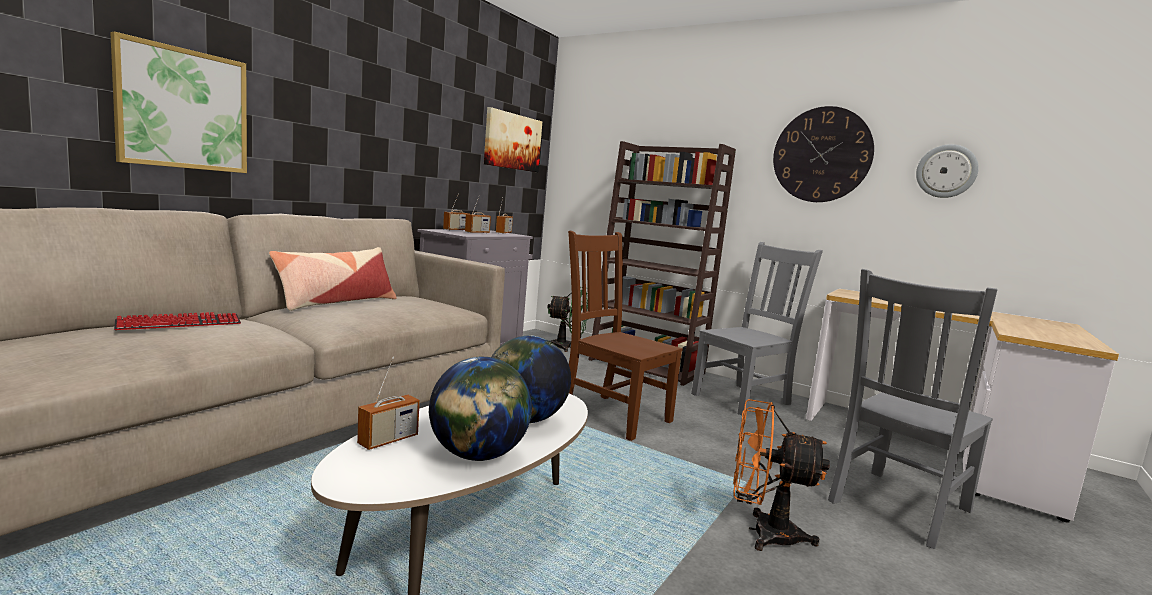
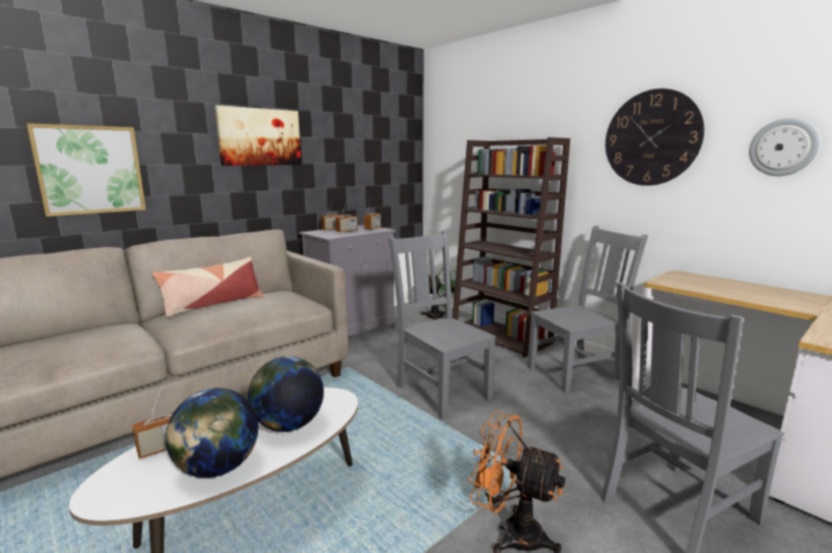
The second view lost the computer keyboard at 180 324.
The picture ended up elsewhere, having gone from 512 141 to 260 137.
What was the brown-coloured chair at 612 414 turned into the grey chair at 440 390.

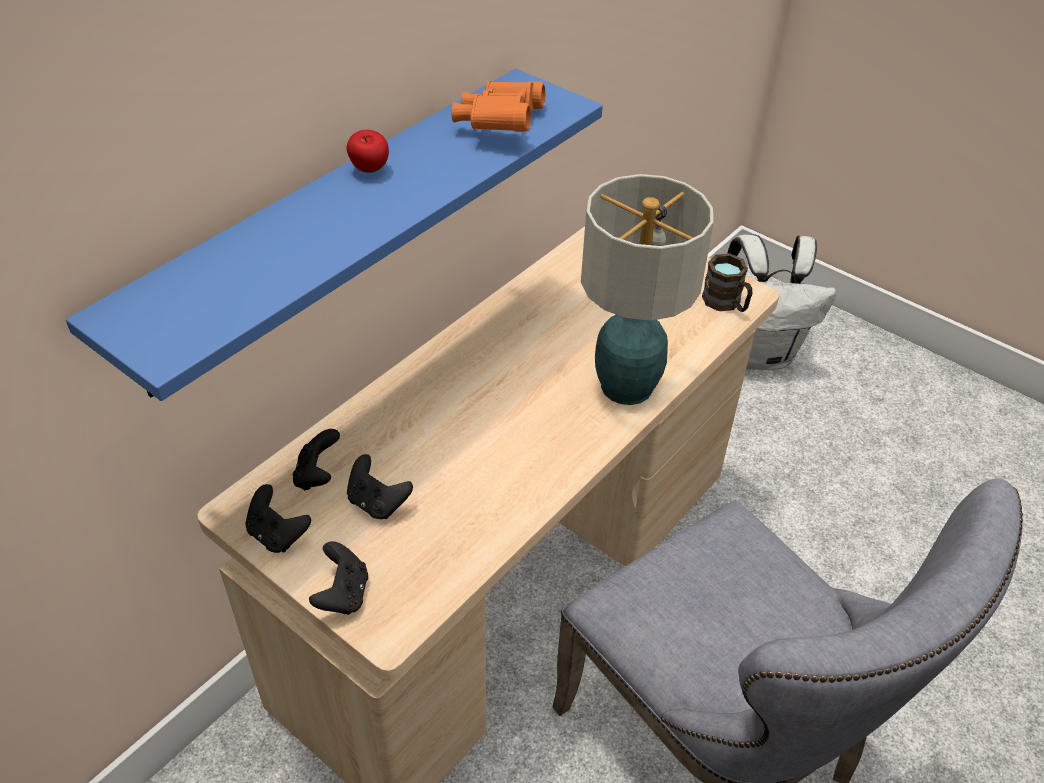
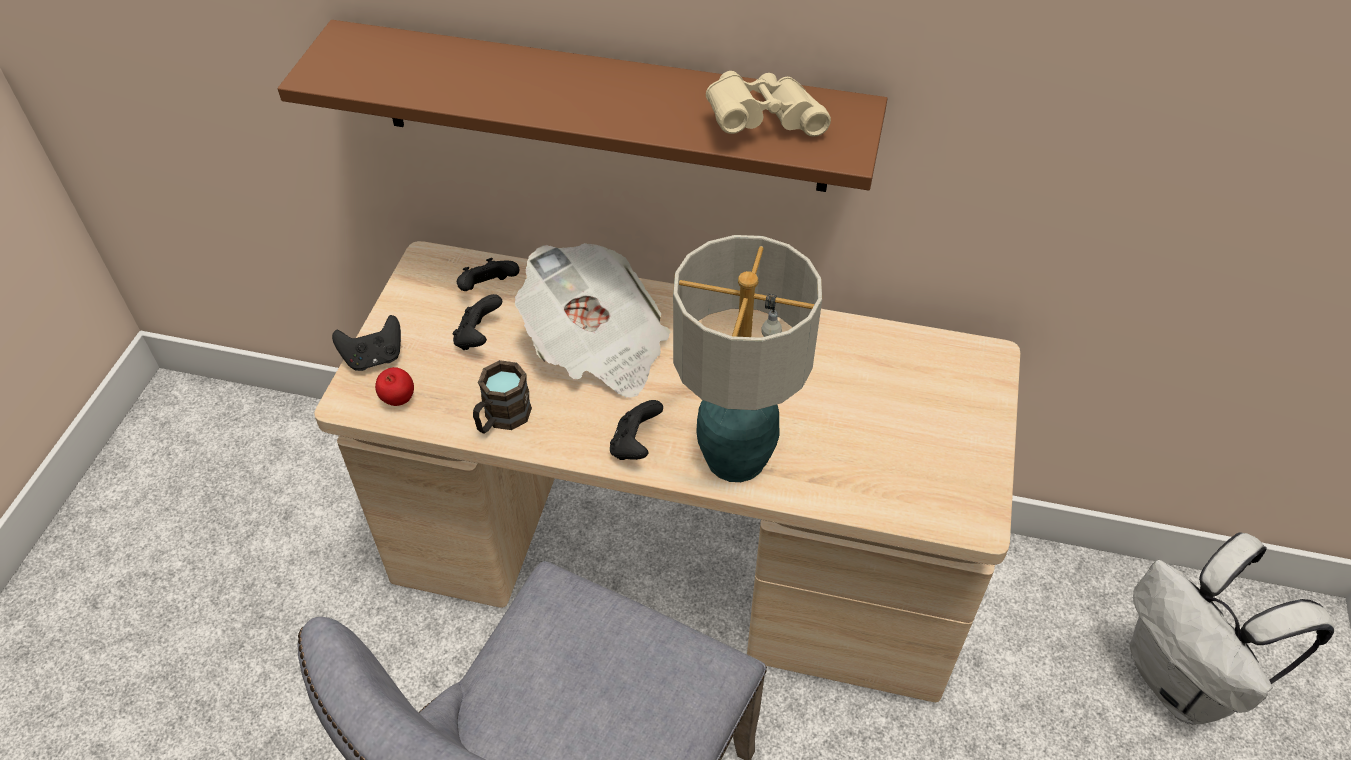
The second view gained the printed paper at 597 347.
The blackish game controller ended up elsewhere, having gone from 277 535 to 635 445.
The apple ended up elsewhere, having gone from 369 171 to 398 400.
The brown-coloured mug ended up elsewhere, having gone from 726 304 to 501 419.
What was the blue-coloured wall shelf at 333 225 turned into the brown-coloured wall shelf at 601 107.
What was the orangey field glasses at 499 125 turned into the sand-coloured field glasses at 762 122.

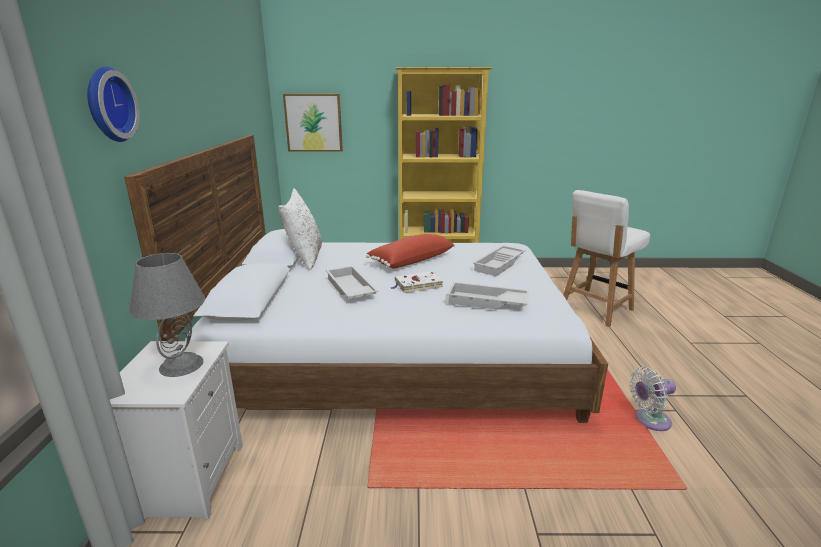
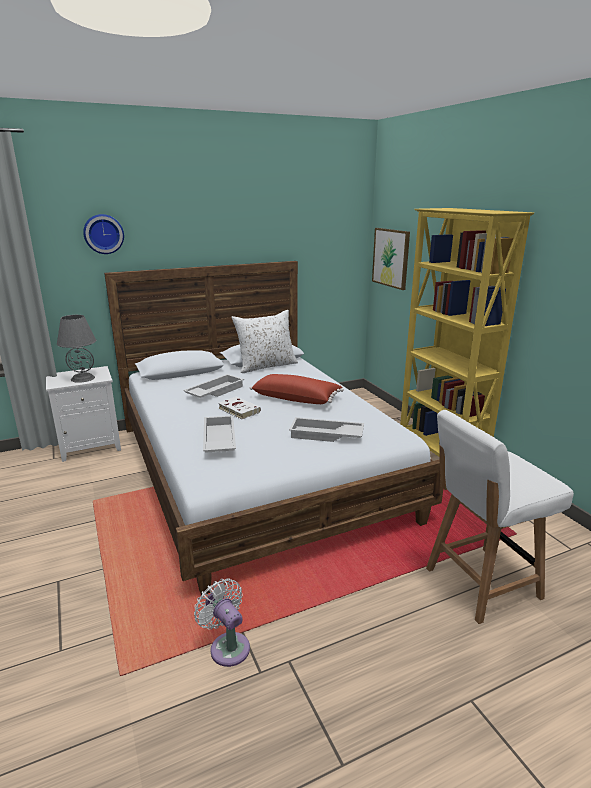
The white-coloured chair at 595 309 ended up facing another way, 45 degrees counterclockwise from before.

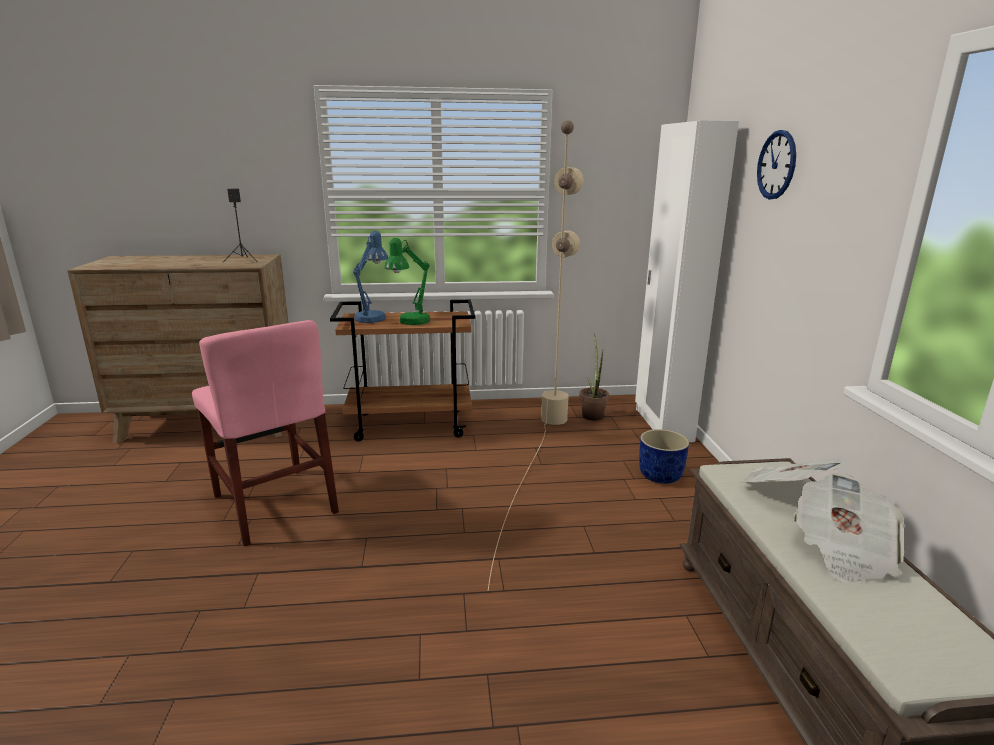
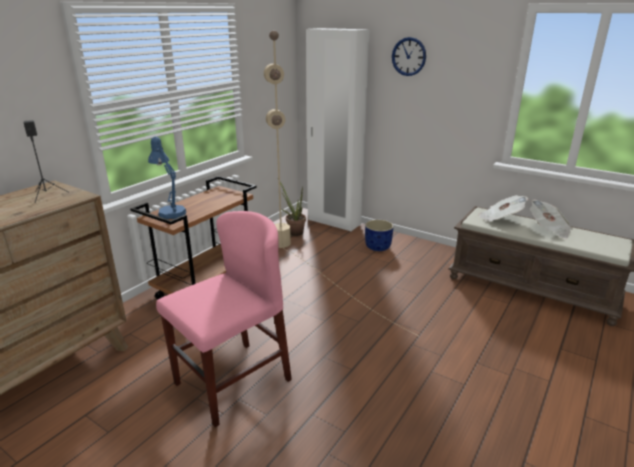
The second view lost the green-coloured tabletop lamp at 410 322.
The pinkish chair at 274 504 ended up facing another way, 45 degrees counterclockwise from before.

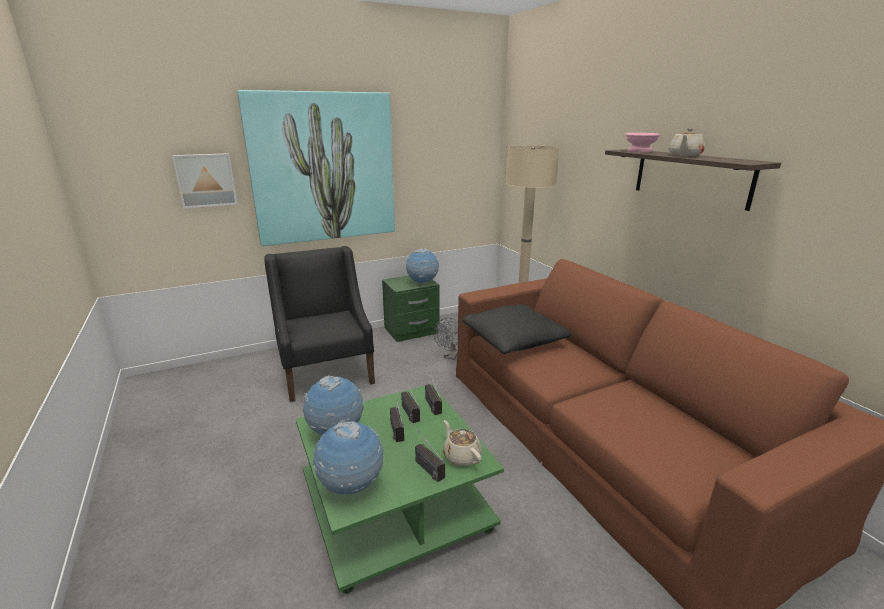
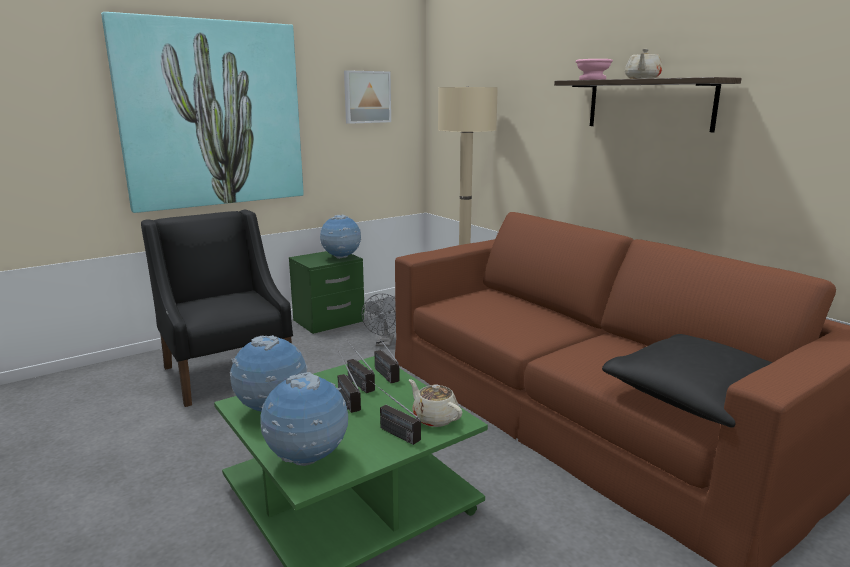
The picture ended up elsewhere, having gone from 206 180 to 366 97.
The blackish throw pillow ended up elsewhere, having gone from 514 341 to 697 398.

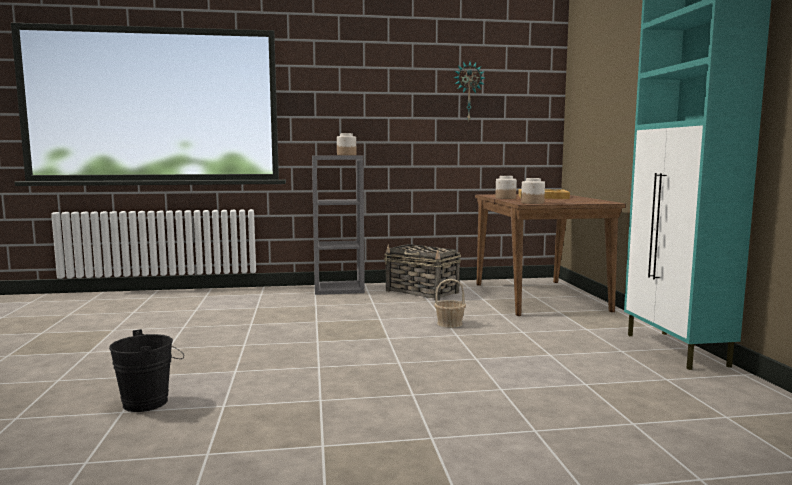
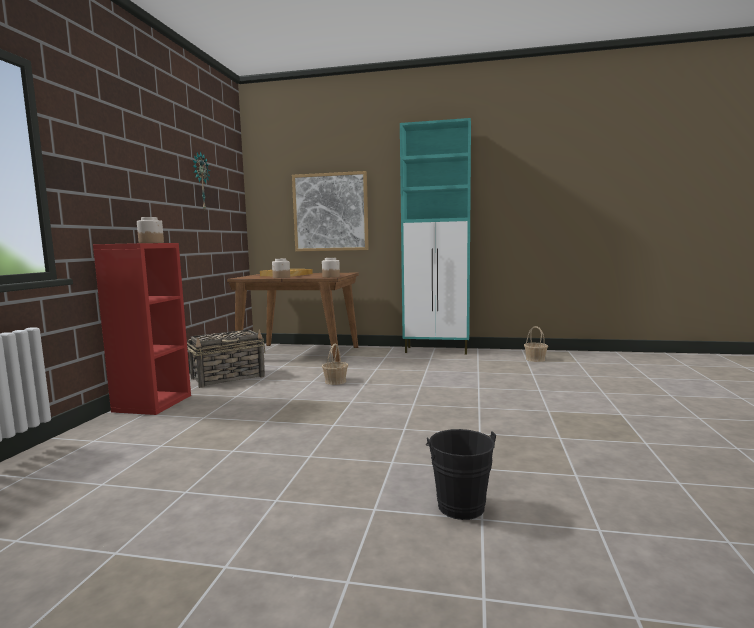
The second view gained the picture at 330 212.
The second view gained the basket at 535 359.
What was the grey bookshelf at 339 289 turned into the red bookshelf at 152 403.

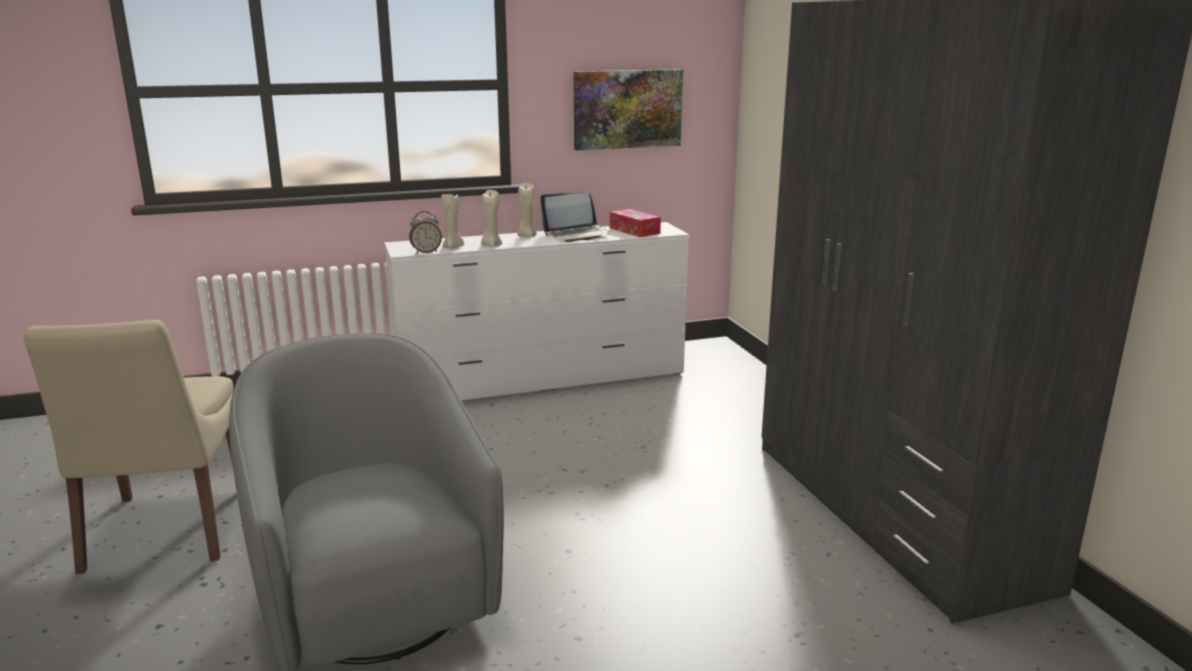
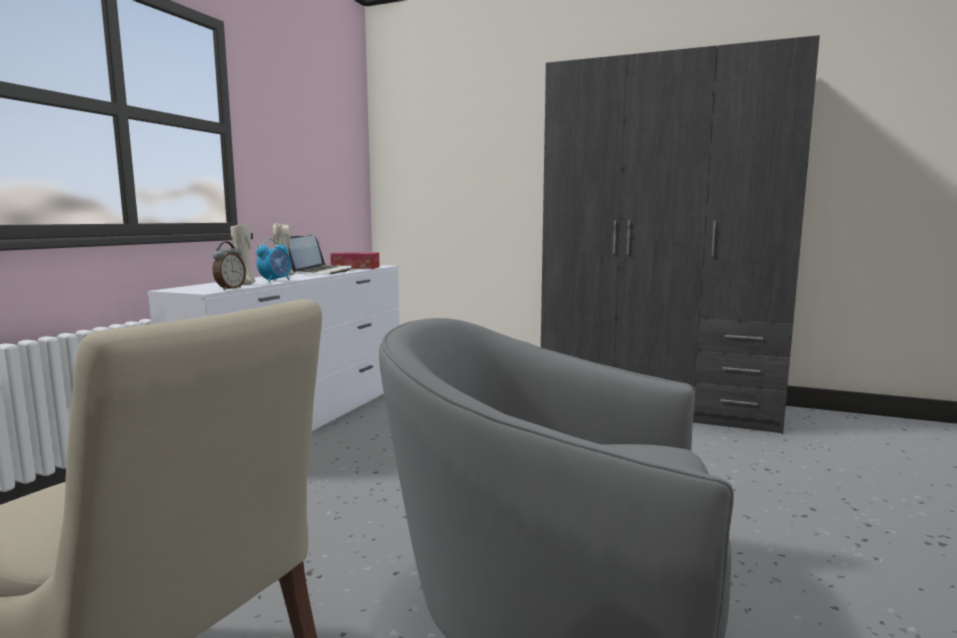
The second view lost the picture at 627 109.
Where the sand-coloured wax light stood at 491 245, the table clock came to stand at 276 281.

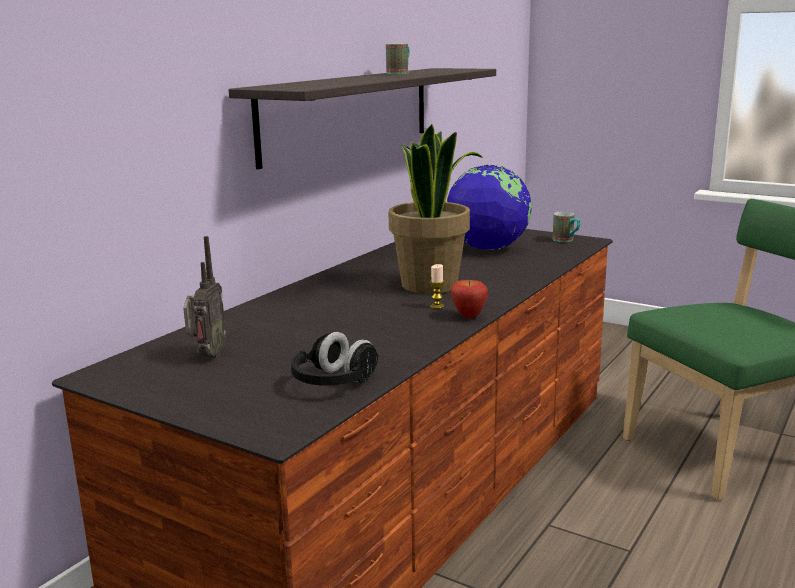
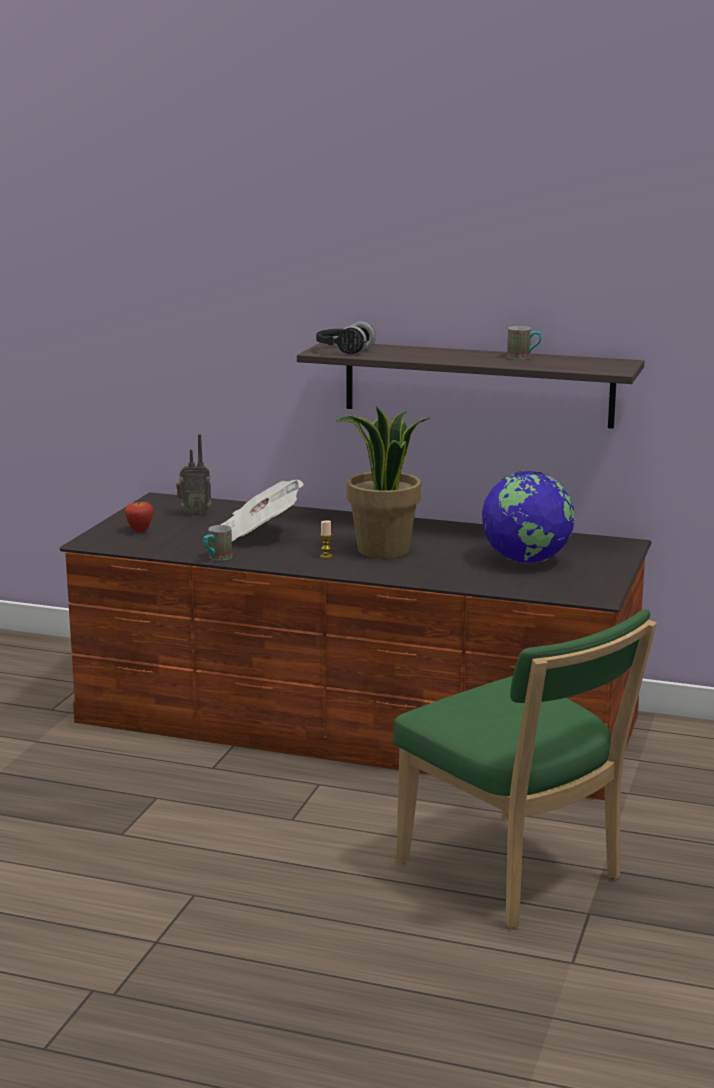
The second view gained the printed paper at 255 535.
The blackish pair of headphones ended up elsewhere, having gone from 334 383 to 345 351.
The apple ended up elsewhere, having gone from 469 317 to 140 531.
The mug ended up elsewhere, having gone from 566 240 to 216 558.

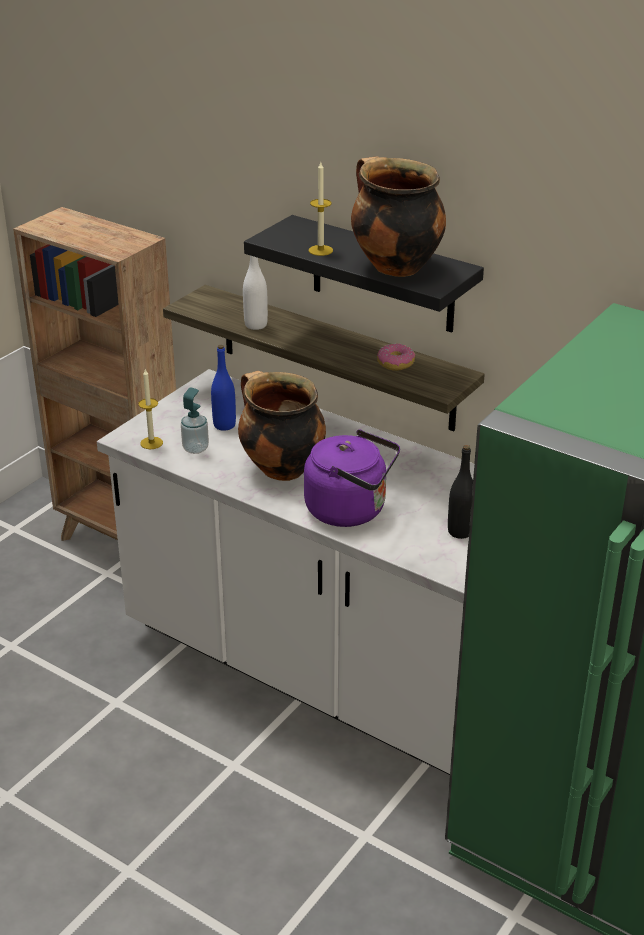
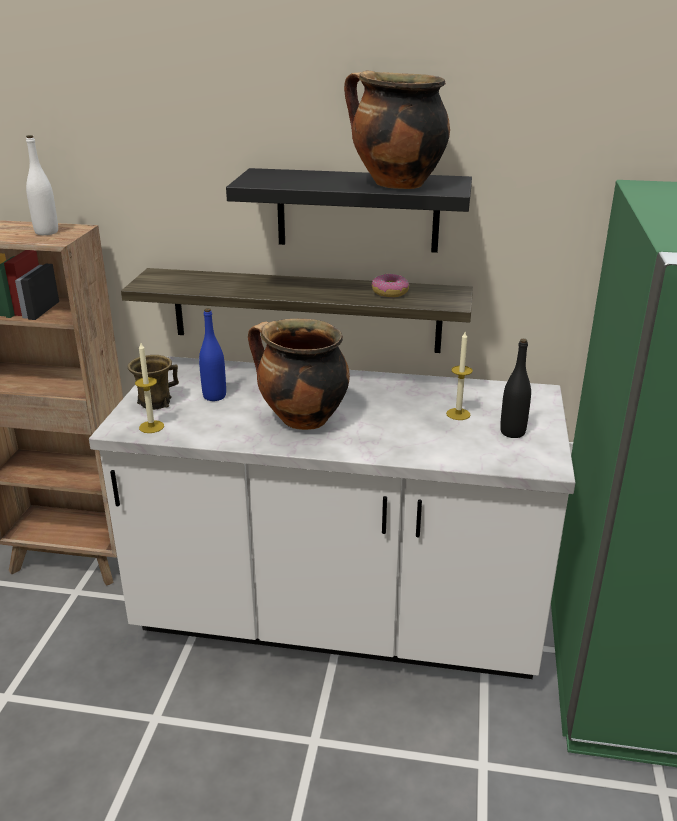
The second view lost the soap dispenser at 195 448.
The second view lost the purple kettle at 351 510.
The second view gained the brown-coloured mug at 154 402.
The white-coloured beverage bottle ended up elsewhere, having gone from 256 325 to 46 232.
The wax light ended up elsewhere, having gone from 320 250 to 458 414.

